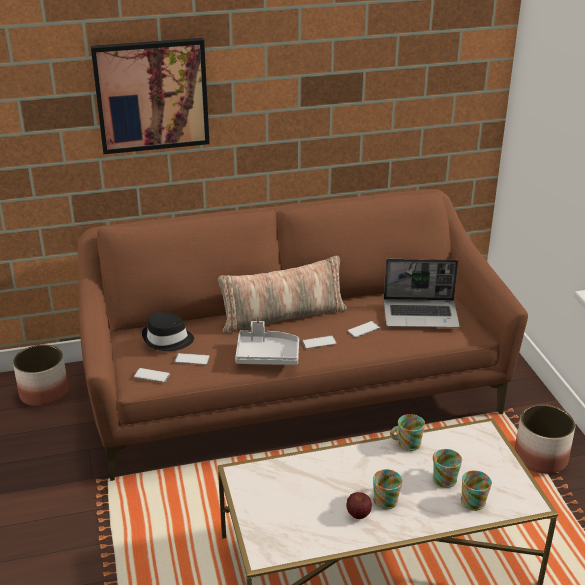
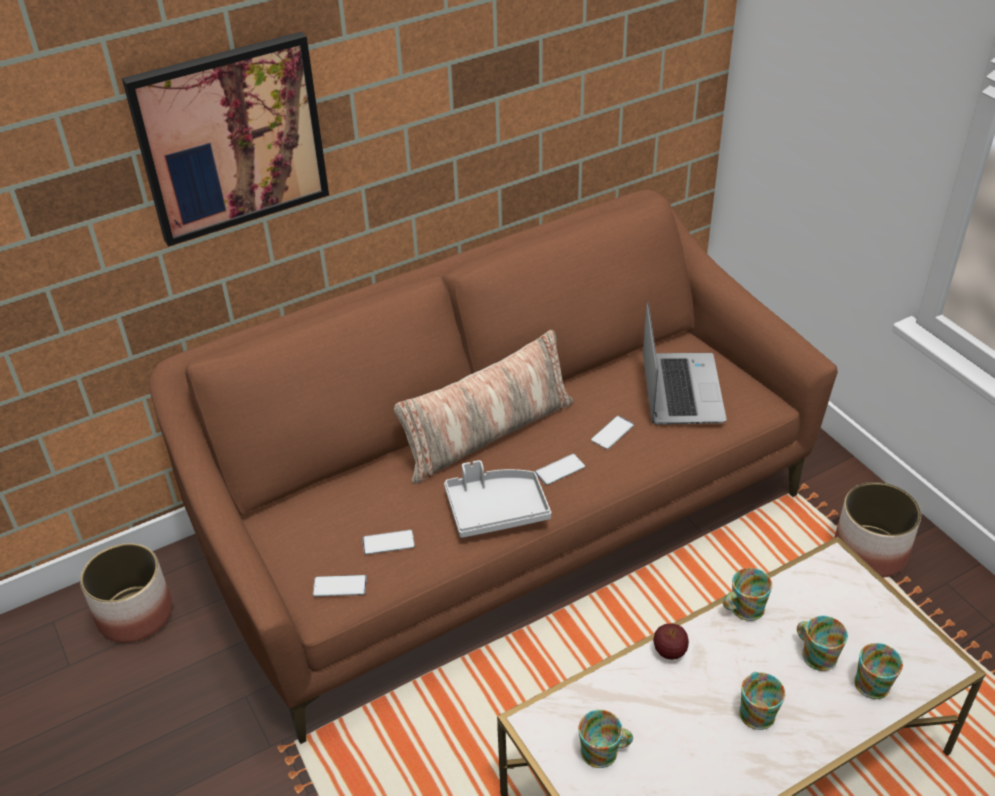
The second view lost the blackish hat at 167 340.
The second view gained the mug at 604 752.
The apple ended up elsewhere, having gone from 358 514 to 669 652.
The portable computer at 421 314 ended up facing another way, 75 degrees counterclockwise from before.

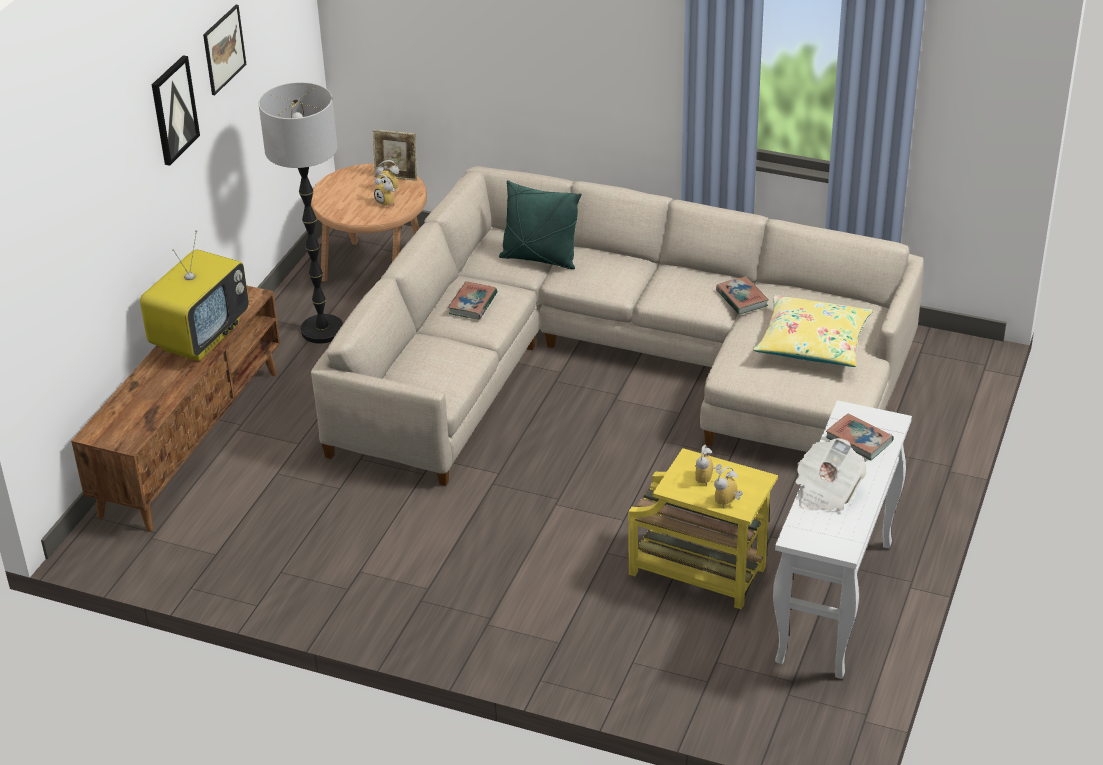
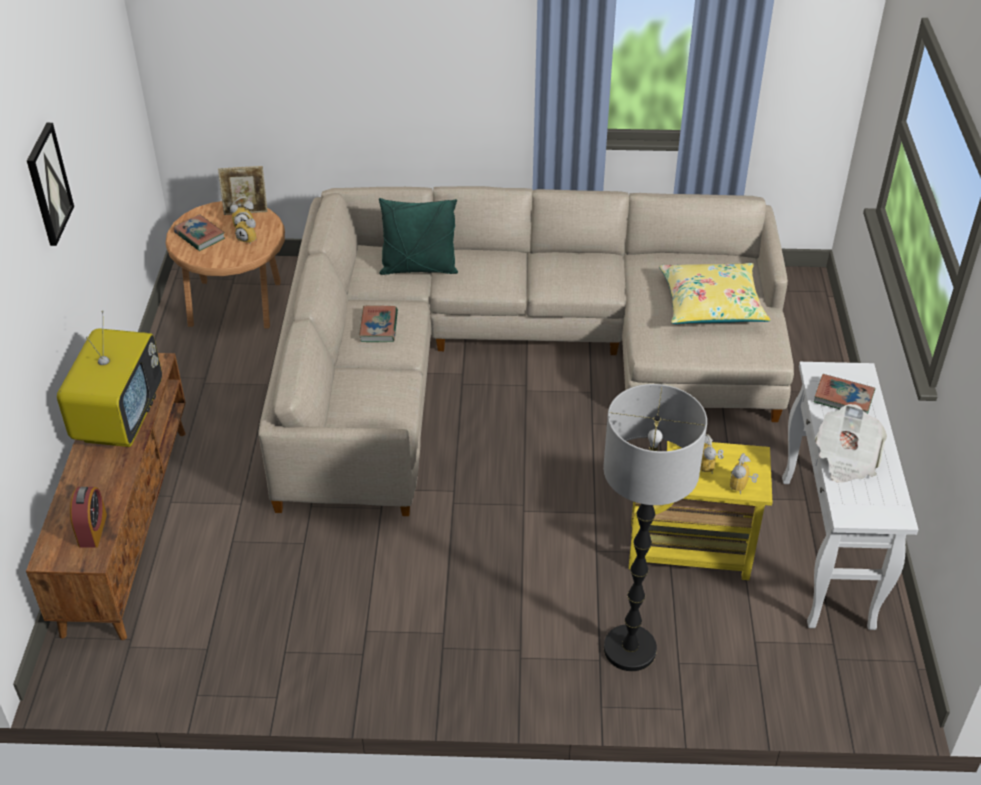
The second view lost the picture at 223 49.
The second view gained the table clock at 92 530.
The standing lamp ended up elsewhere, having gone from 322 330 to 630 649.
The volume ended up elsewhere, having gone from 742 298 to 199 236.

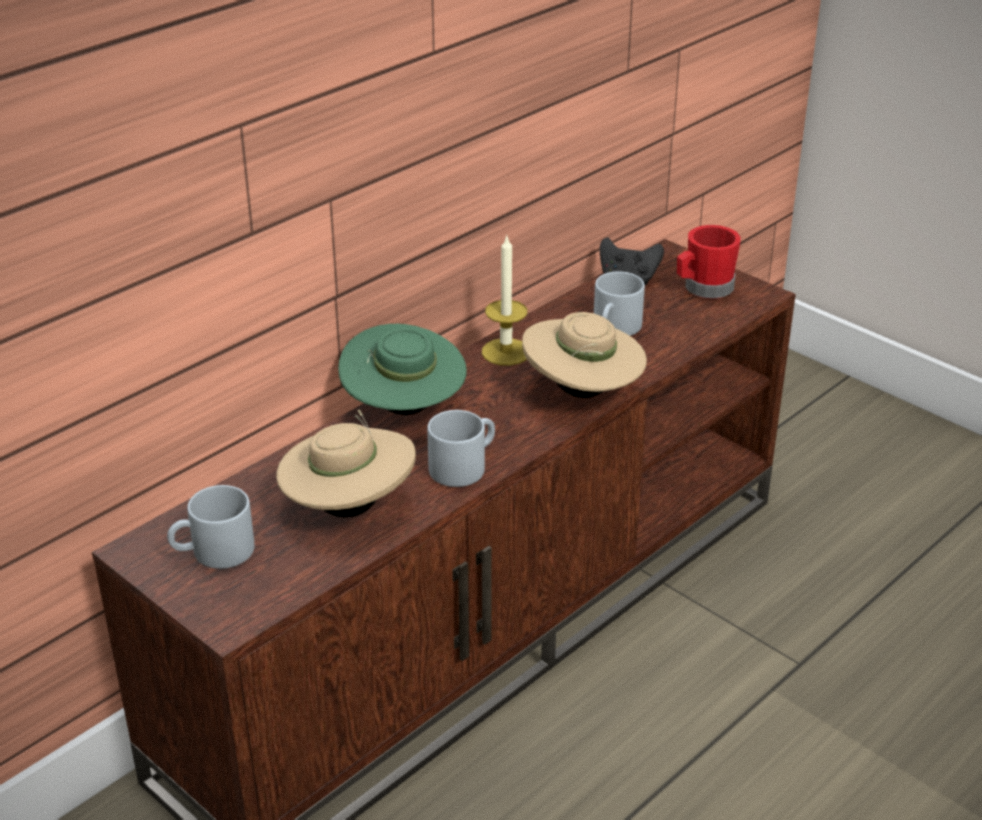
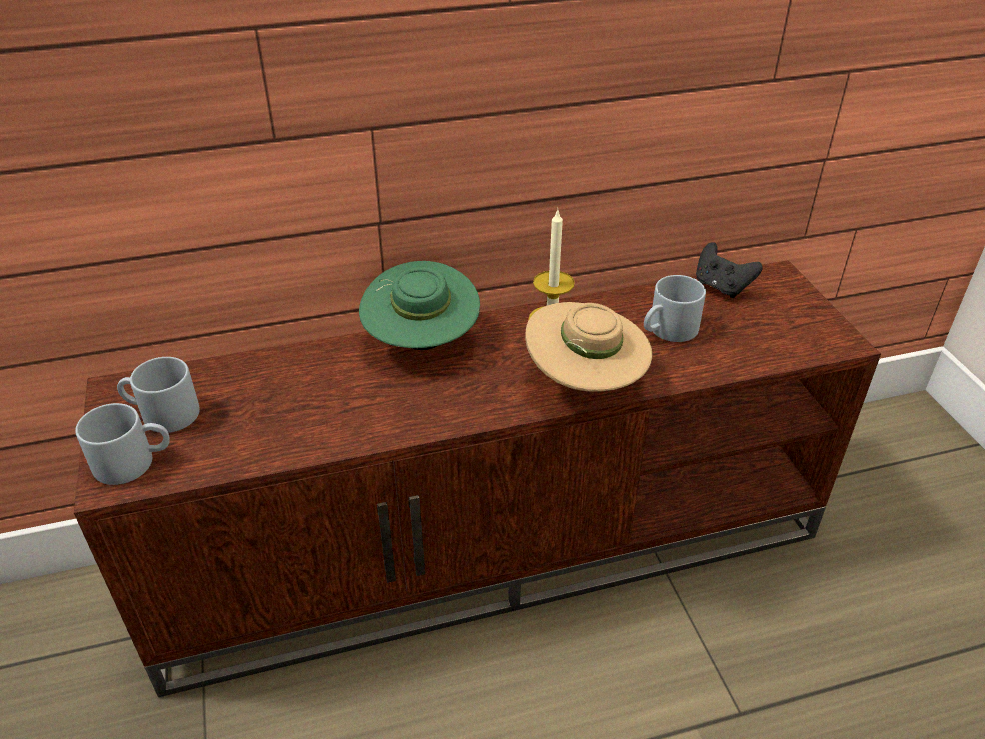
The second view lost the sand-coloured hat at 349 507.
The second view lost the red mug at 704 288.
The grey mug ended up elsewhere, having gone from 463 465 to 134 461.

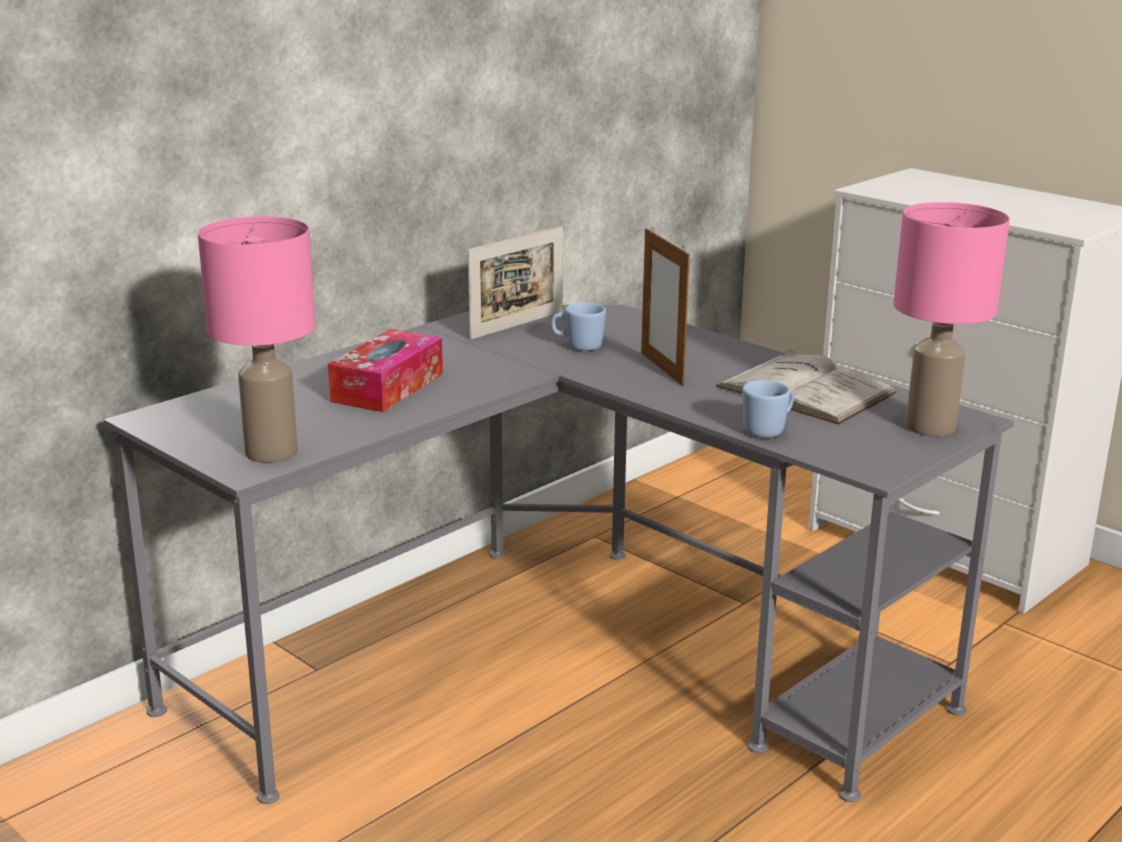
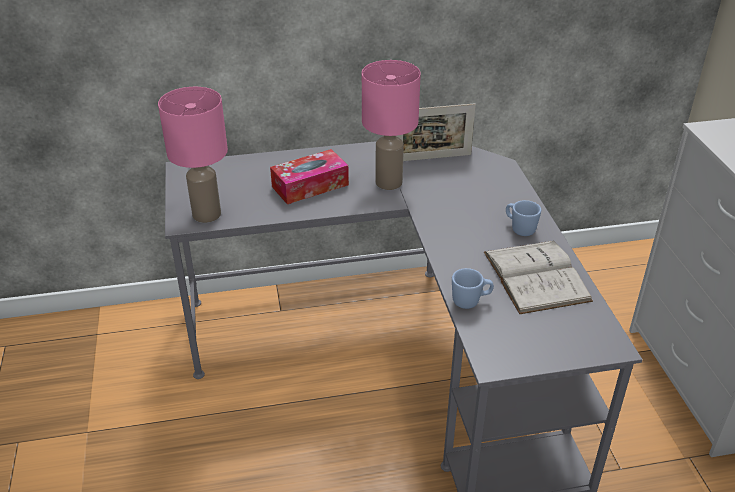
The second view lost the standing frame at 662 369.
The blue-coloured mug ended up elsewhere, having gone from 578 346 to 519 228.
The pinkish tabletop lamp ended up elsewhere, having gone from 929 426 to 389 182.

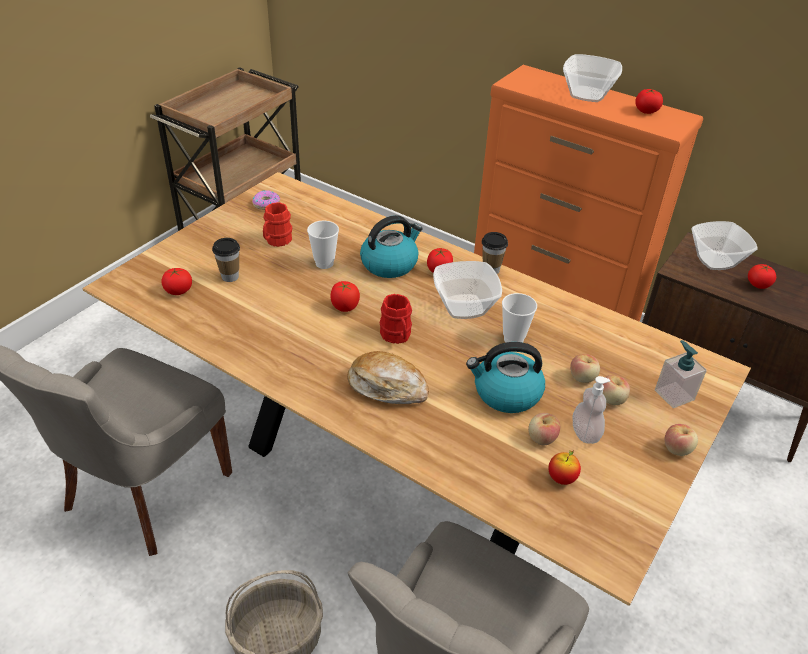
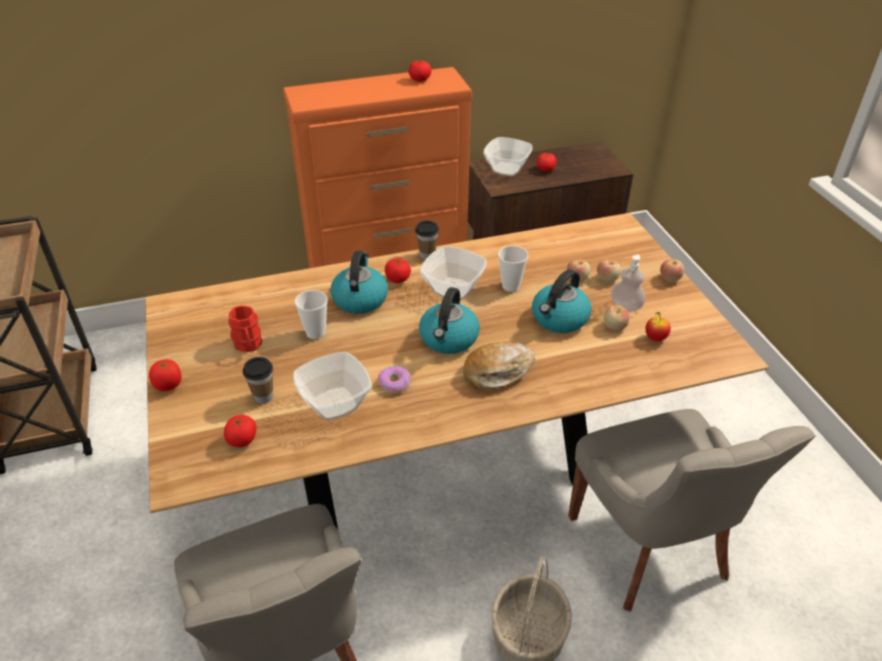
The second view lost the soap dispenser at 674 395.
The donut ended up elsewhere, having gone from 266 204 to 394 383.
The whole tomato ended up elsewhere, having gone from 344 307 to 168 385.
The deep dish ended up elsewhere, having gone from 588 95 to 336 404.
Where the red mug stood at 397 336, the kettle came to stand at 449 339.

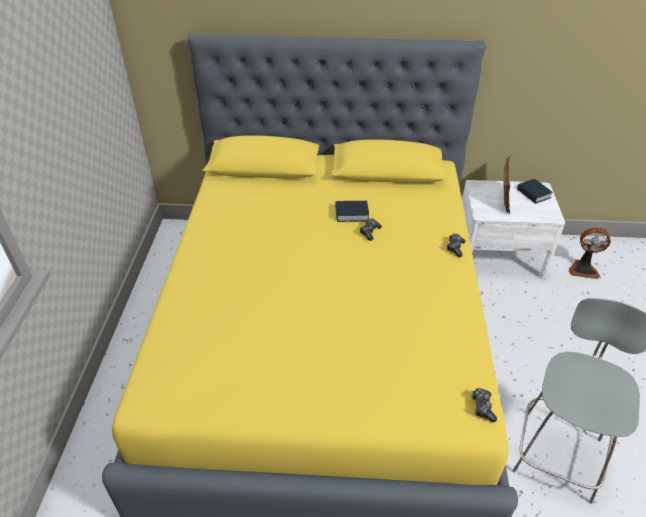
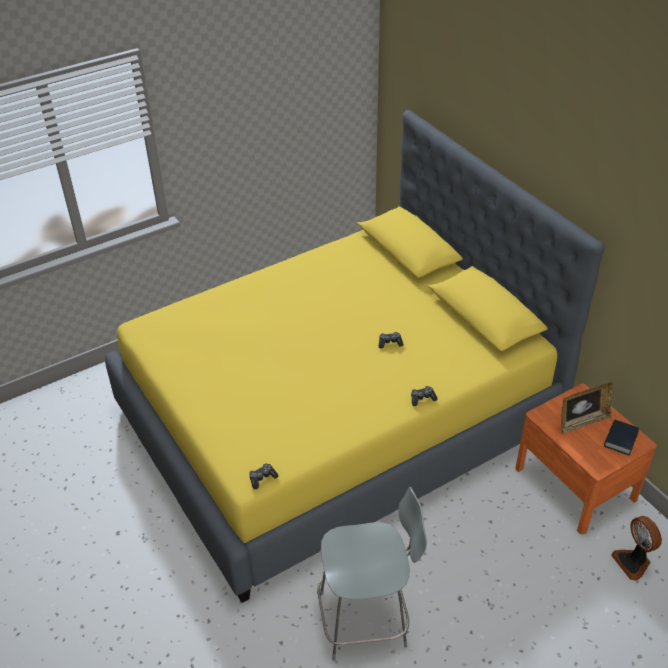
The second view lost the volume at 351 214.
What was the white-coloured bedside table at 498 255 turned into the orangey bedside table at 575 483.

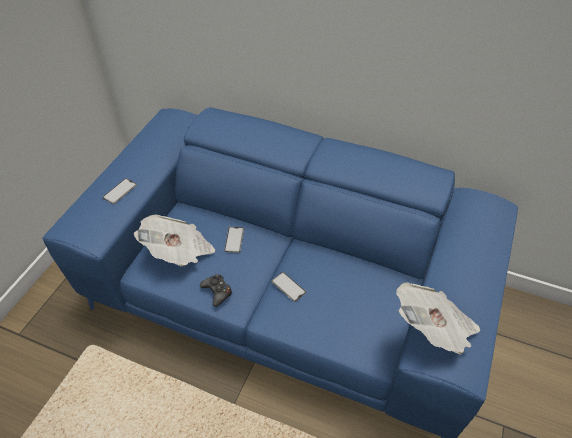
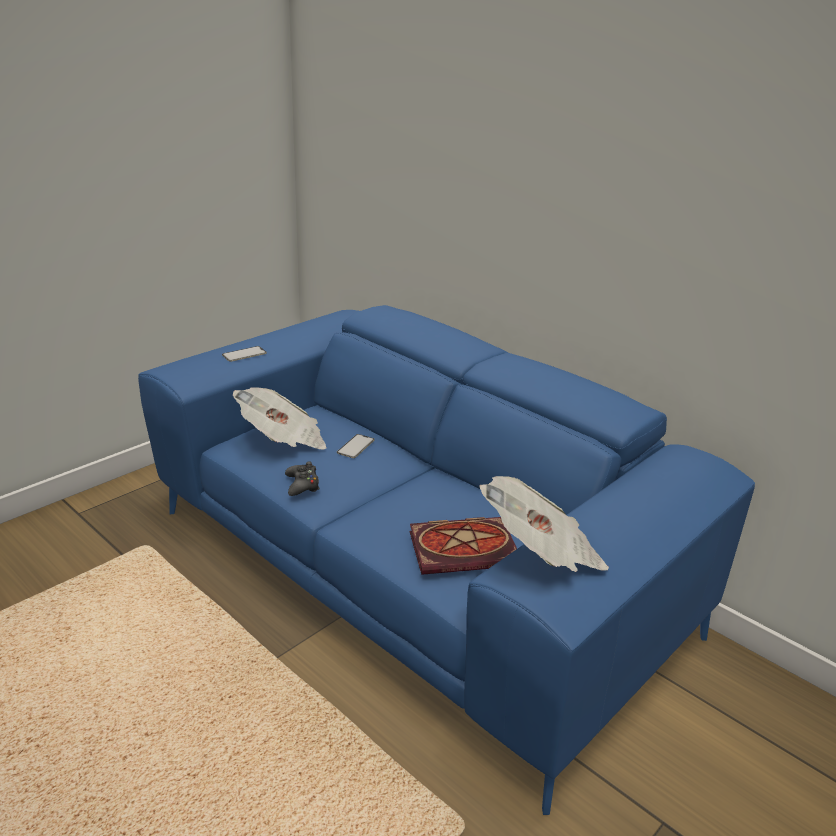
The second view lost the handset at 288 287.
The second view gained the volume at 465 548.

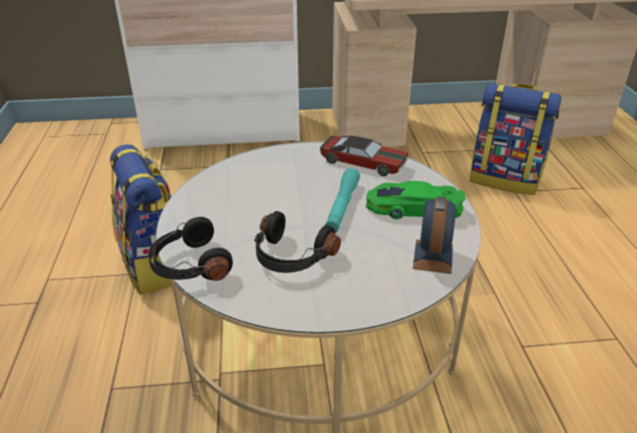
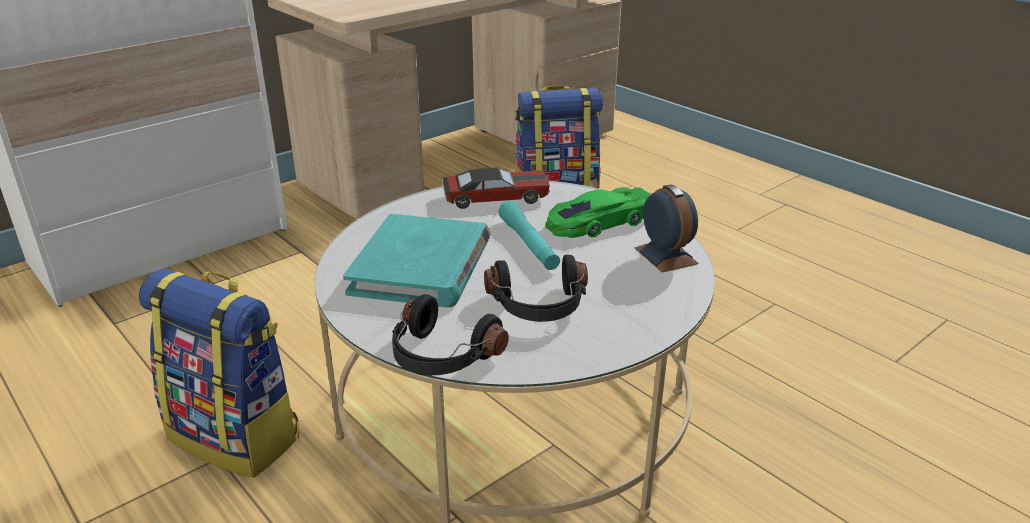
The second view gained the turquoise volume at 422 267.

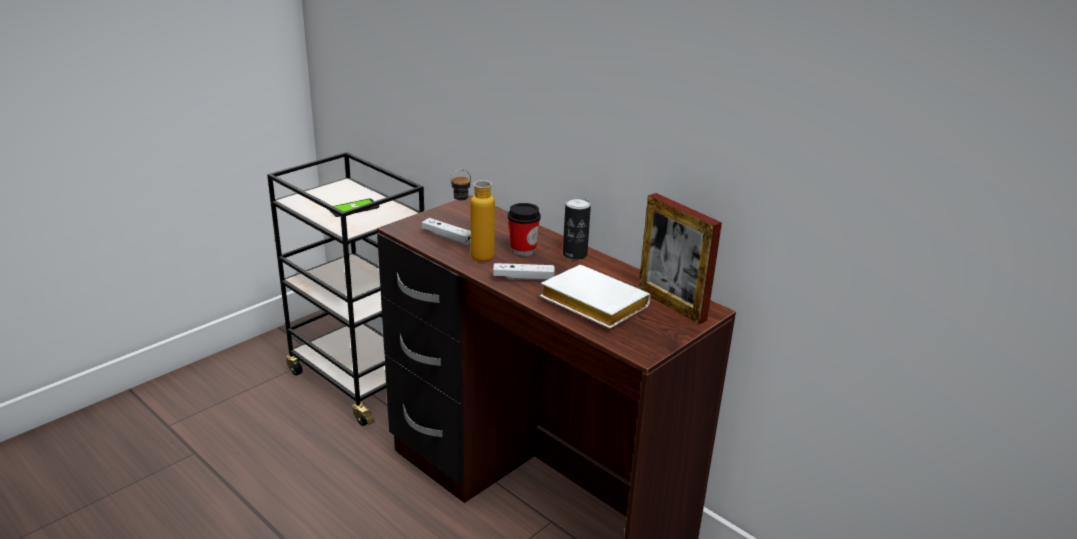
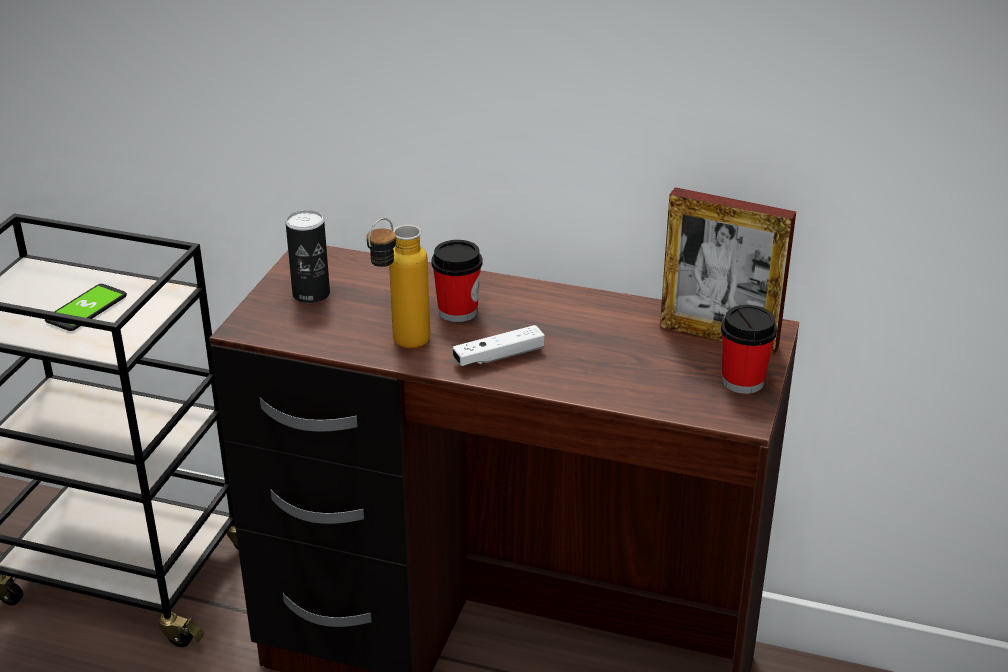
The second view lost the white-coloured game controller at 447 237.
The second view lost the white-coloured volume at 590 304.
The second view gained the cup at 742 381.
The sealed can ended up elsewhere, having gone from 575 254 to 311 294.

